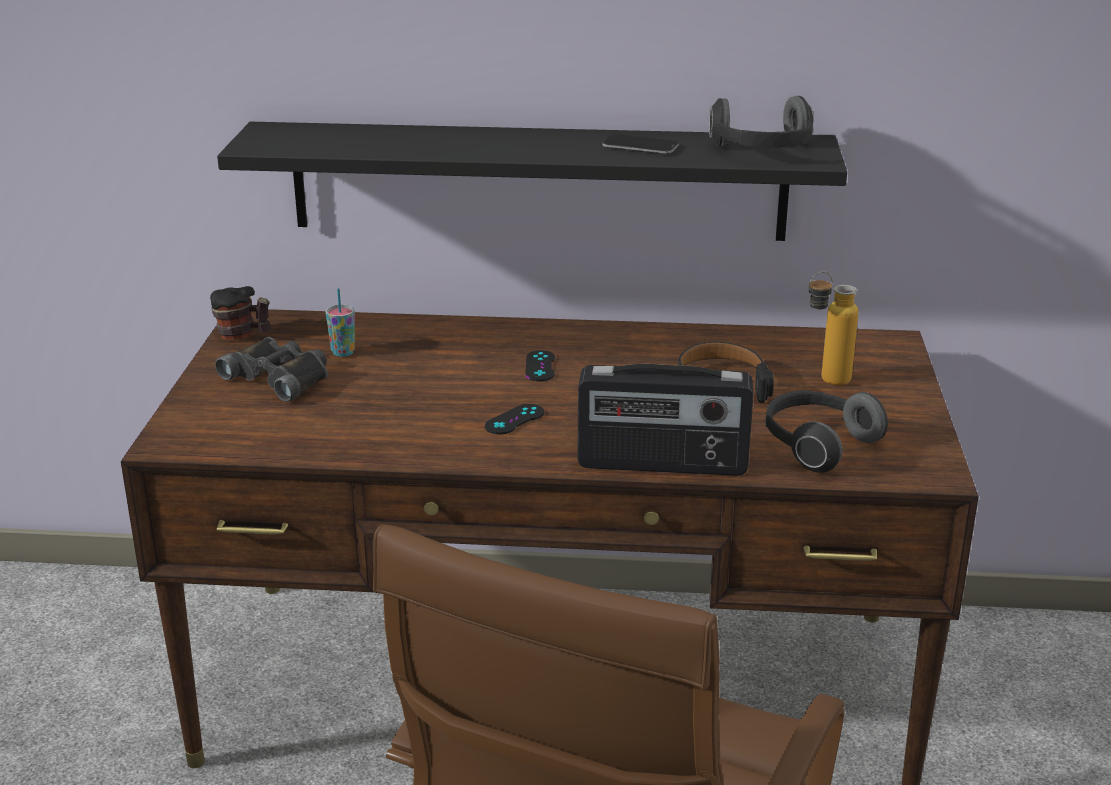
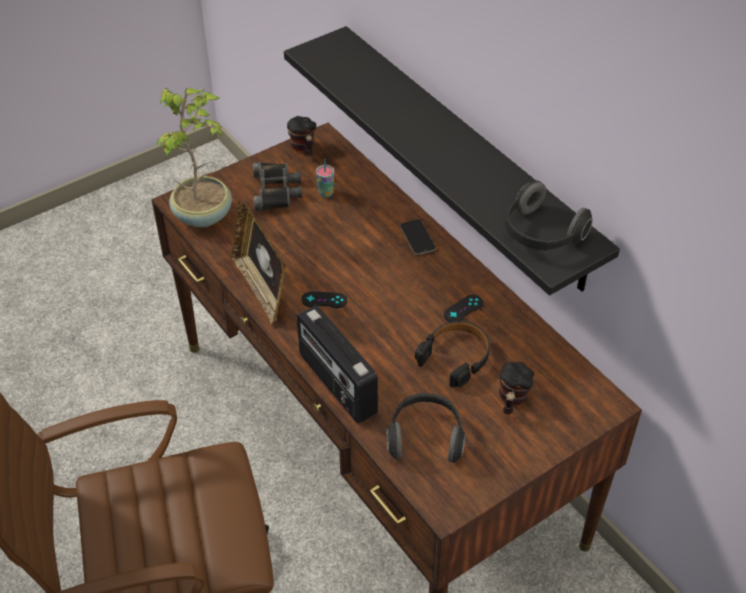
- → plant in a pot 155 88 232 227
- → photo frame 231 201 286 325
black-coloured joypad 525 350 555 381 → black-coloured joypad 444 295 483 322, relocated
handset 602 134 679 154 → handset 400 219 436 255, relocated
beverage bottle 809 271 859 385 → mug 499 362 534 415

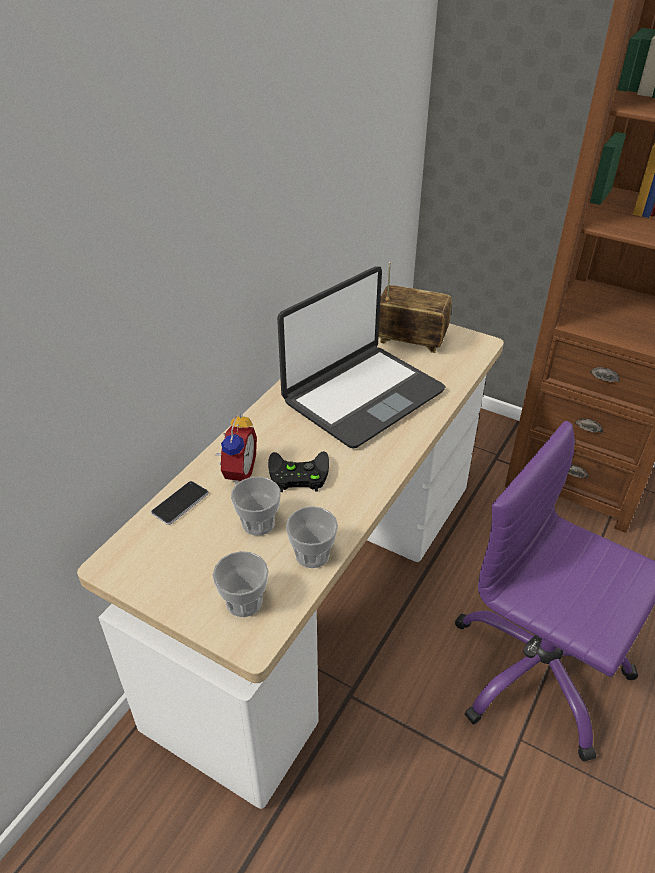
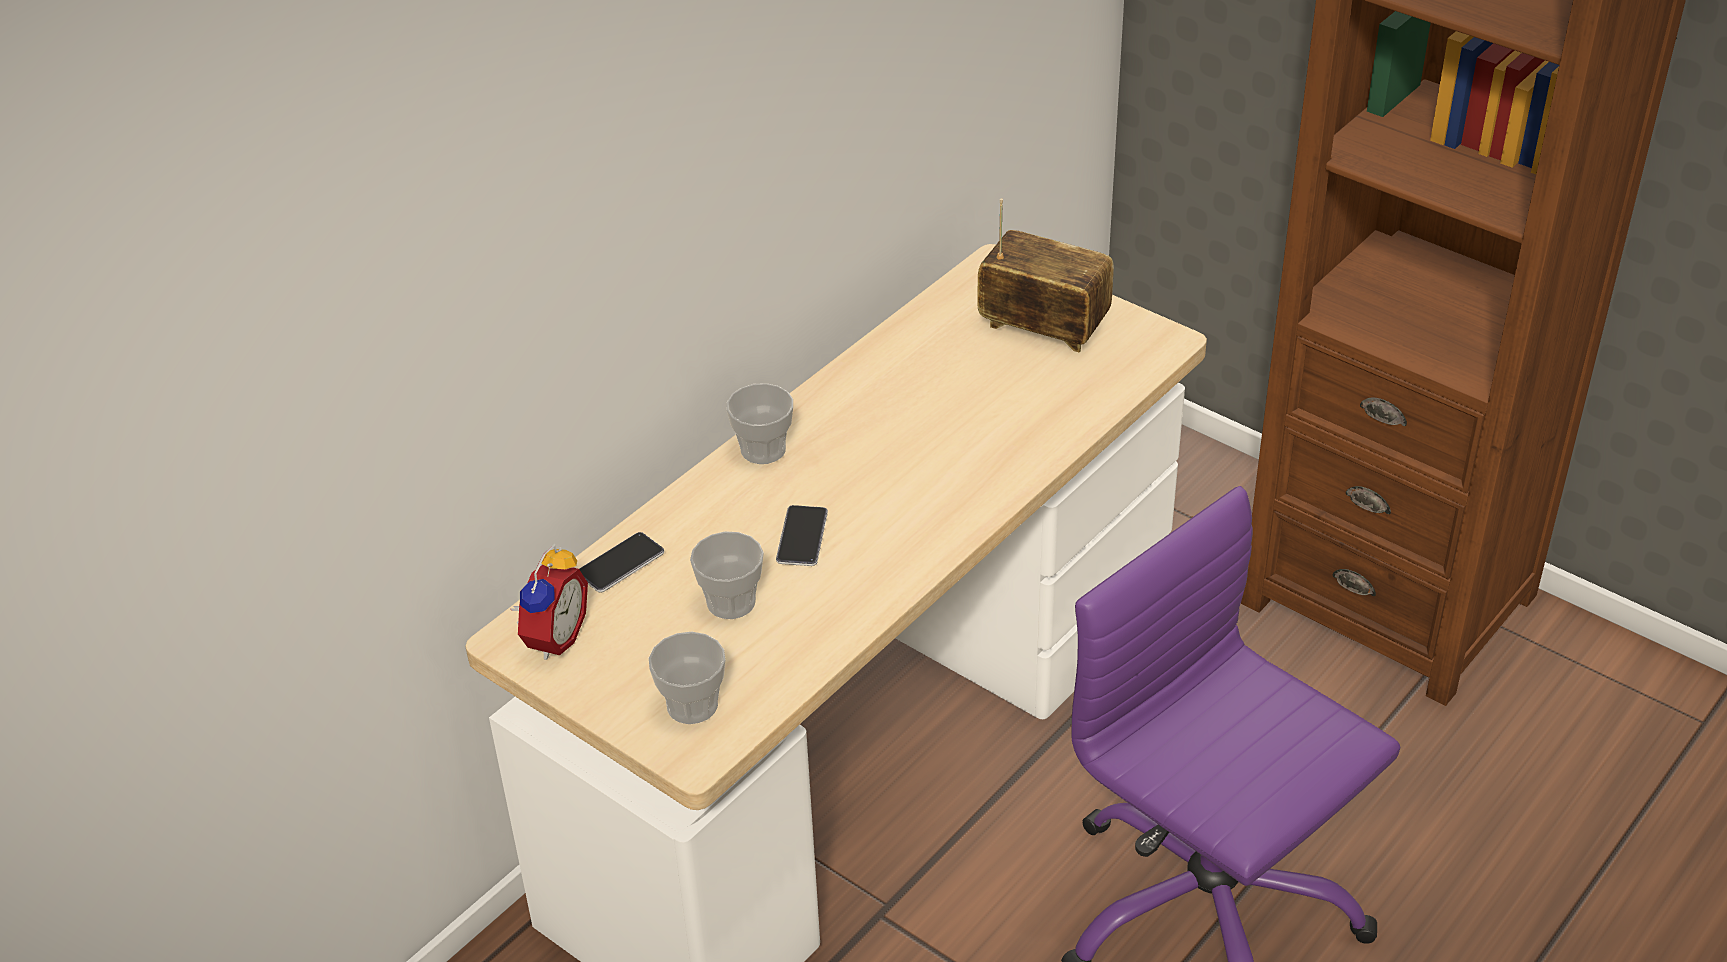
portable computer 277 266 446 449 → -
alarm clock 215 412 257 485 → alarm clock 510 544 588 660, relocated
small cup 286 506 338 568 → small cup 727 383 793 464, relocated
black-coloured joypad 268 451 329 492 → handset 776 505 828 566

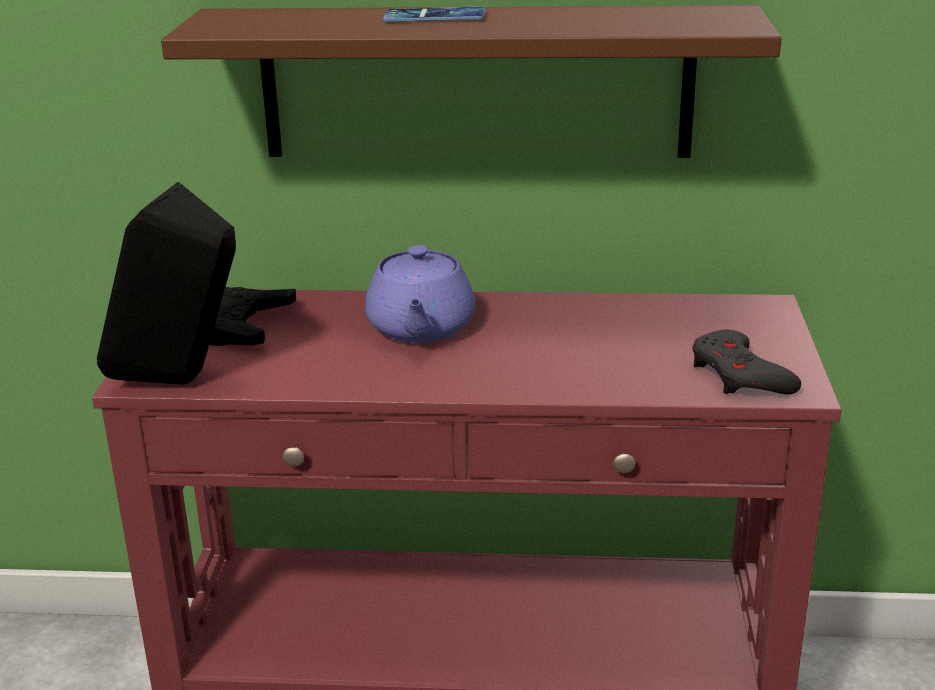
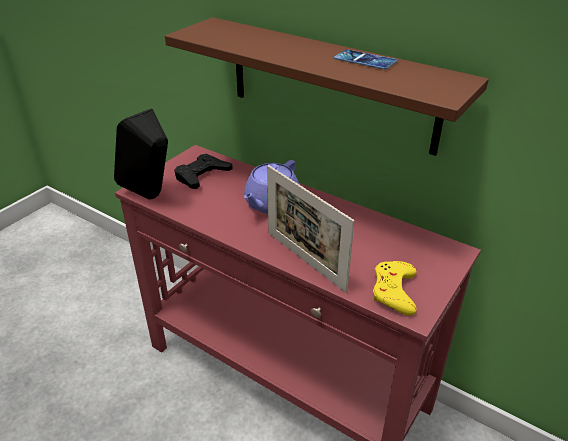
- → photo frame 267 165 354 293
handset 383 7 485 22 → handset 334 49 397 69, relocated
gray joypad 692 330 801 394 → yellowish joypad 373 261 417 316

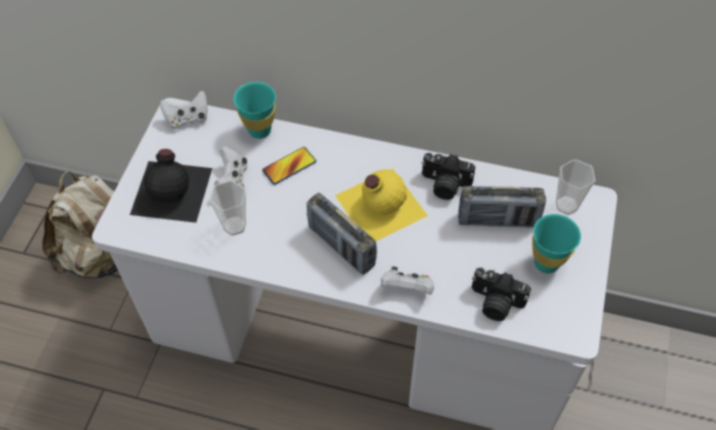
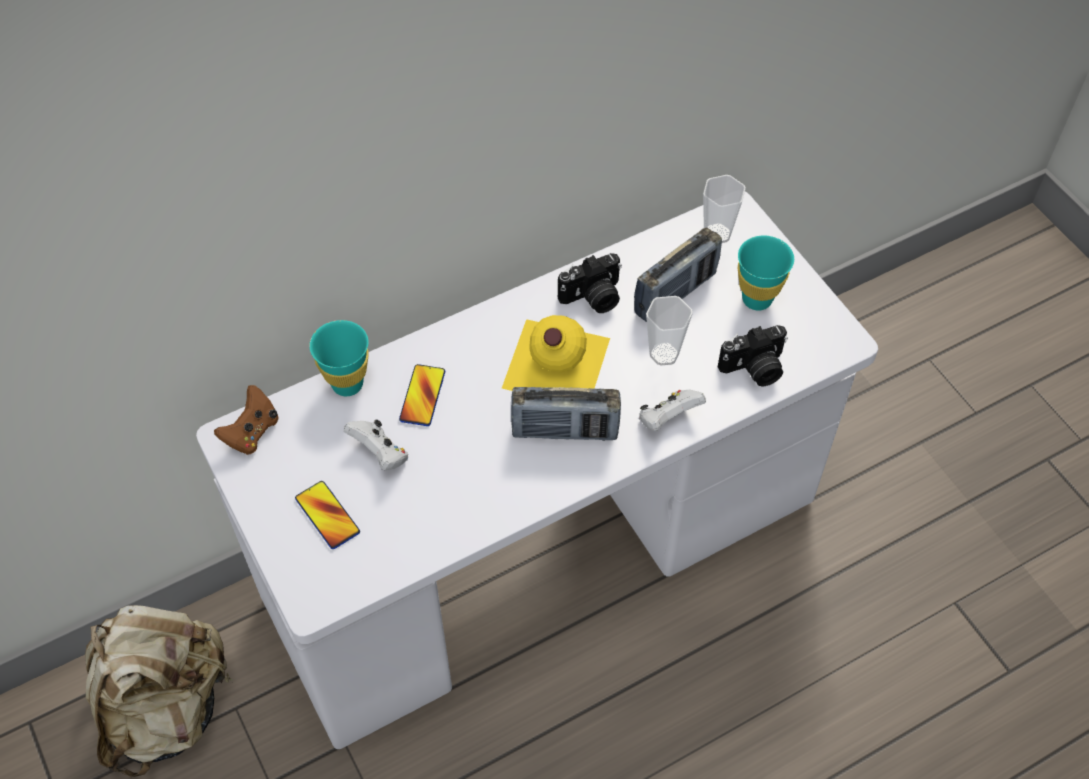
small cup 210 180 246 236 → small cup 646 296 693 366, relocated
black-coloured beverage bottle 130 149 212 223 → handset 295 481 360 549
whitish joypad 160 90 208 129 → brown-coloured joypad 214 385 278 455

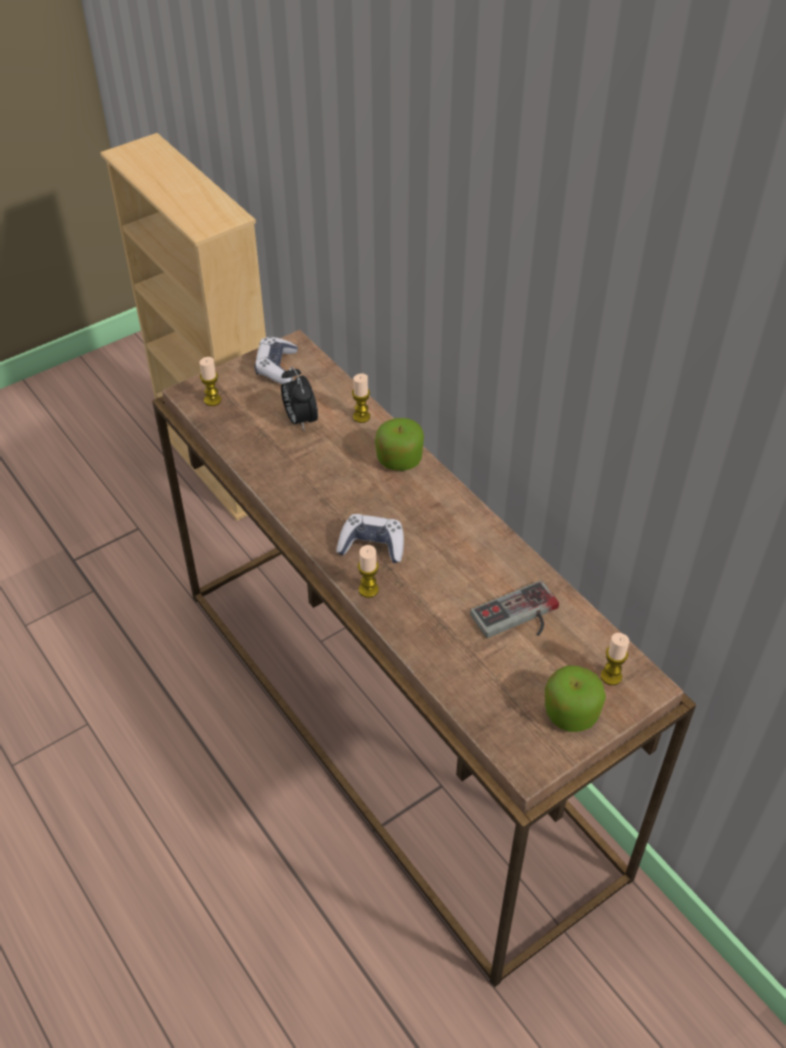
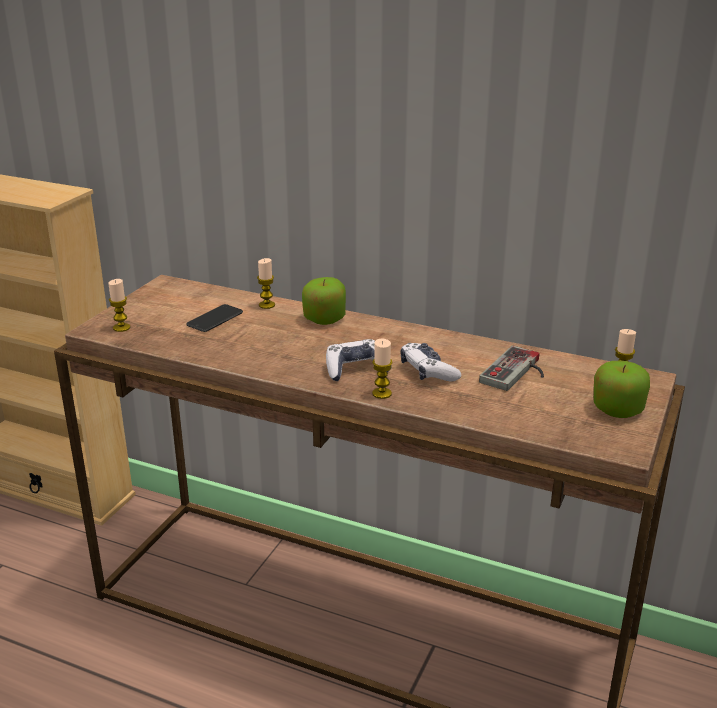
joypad 255 337 298 384 → joypad 400 343 461 382, relocated
alarm clock 281 366 318 431 → handset 186 304 243 332

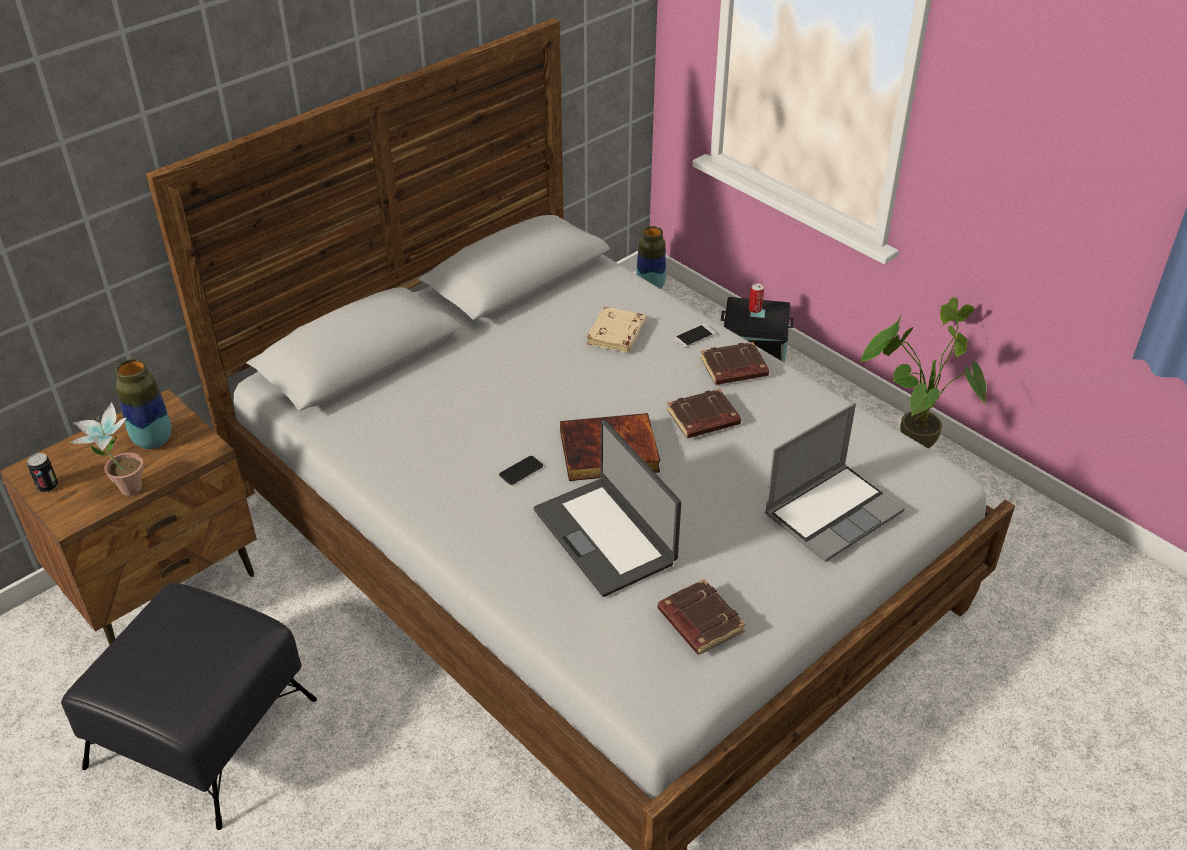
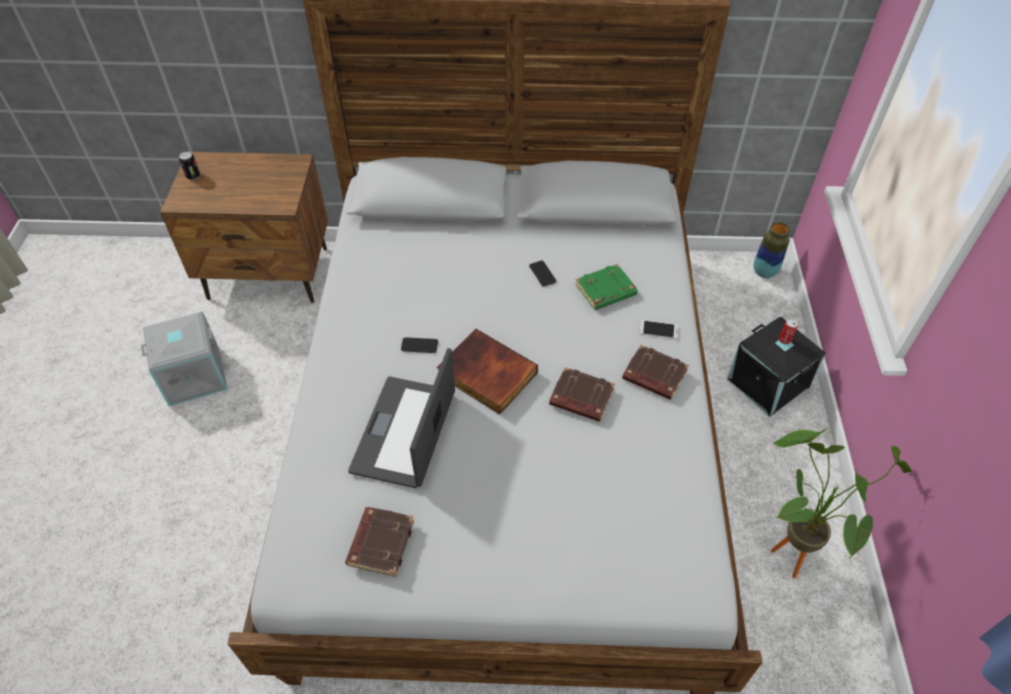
plant in a pot 69 402 143 496 → -
flower vase 116 359 171 449 → -
portable computer 765 403 905 562 → -
- → handset 529 260 556 287
black-coloured pouffe 61 583 317 830 → gray storage container 141 312 228 406
sand-coloured bound book 587 306 646 352 → green-coloured bound book 575 264 638 310

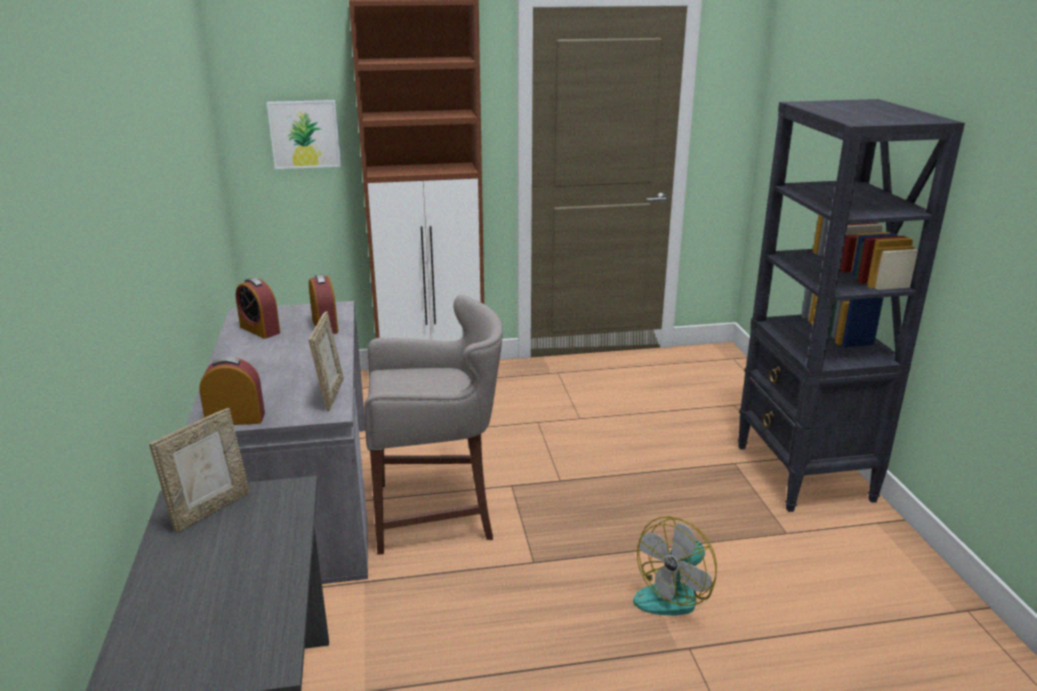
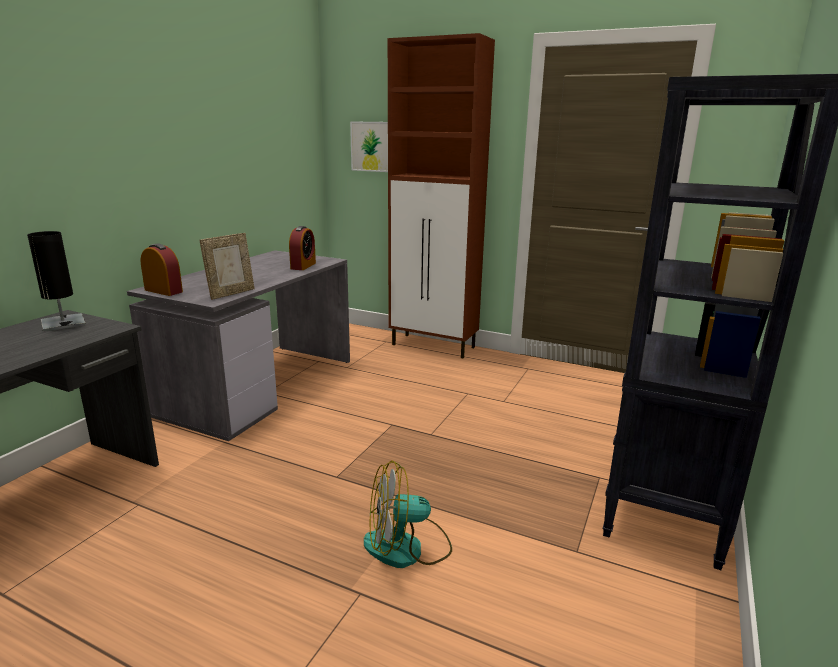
alarm clock 236 278 280 339 → -
gray stool 364 295 503 554 → -
photo frame 149 408 250 533 → black-coloured table lamp 27 231 86 332

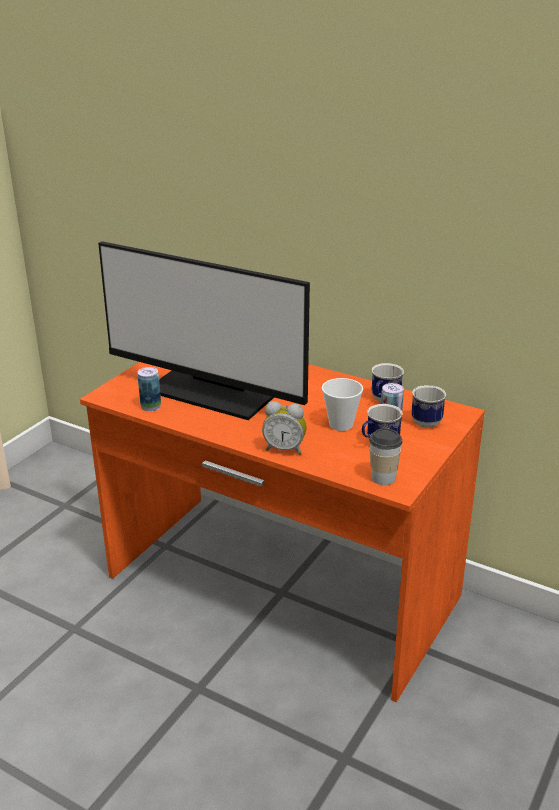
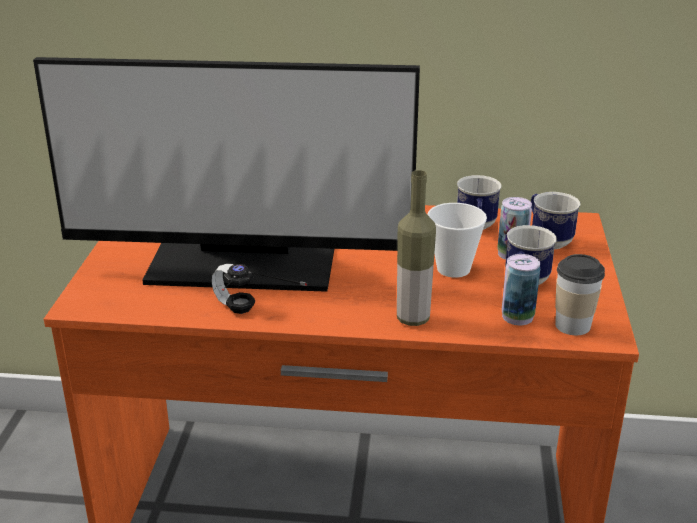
- → headphones 212 264 307 314
sealed can 138 367 161 412 → sealed can 502 254 540 325, relocated
alarm clock 262 401 307 455 → beverage bottle 397 170 436 326

